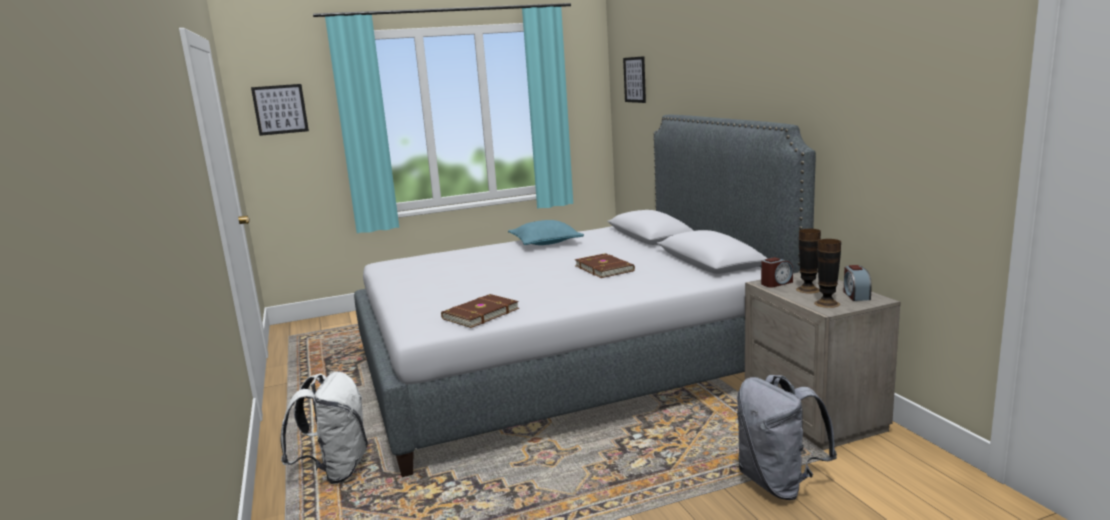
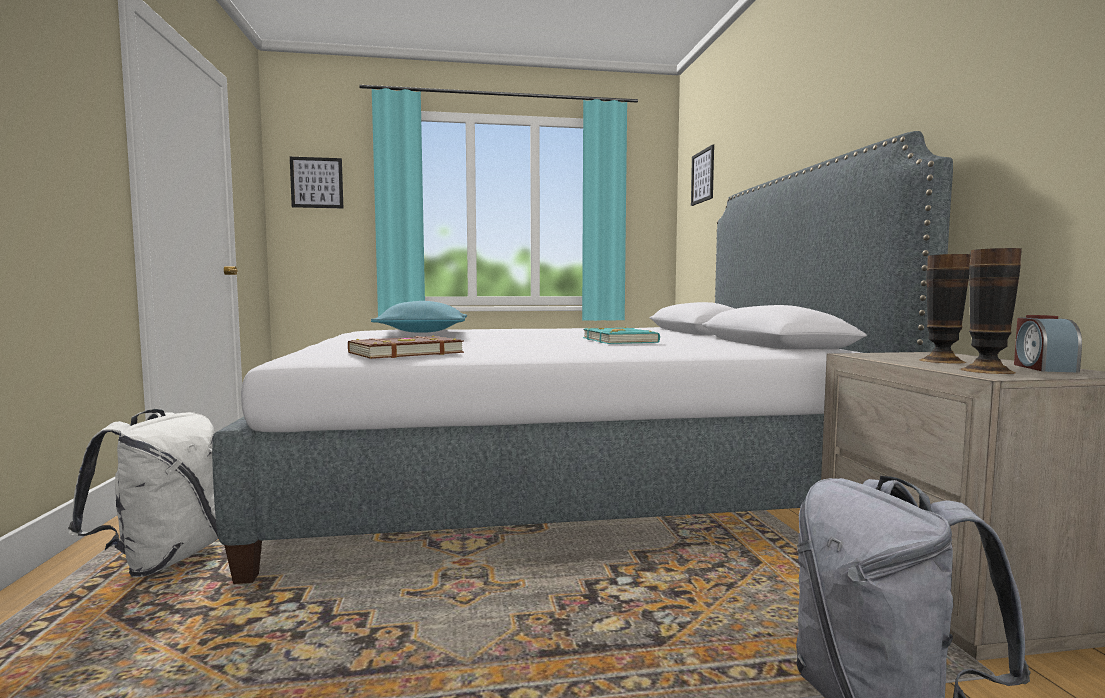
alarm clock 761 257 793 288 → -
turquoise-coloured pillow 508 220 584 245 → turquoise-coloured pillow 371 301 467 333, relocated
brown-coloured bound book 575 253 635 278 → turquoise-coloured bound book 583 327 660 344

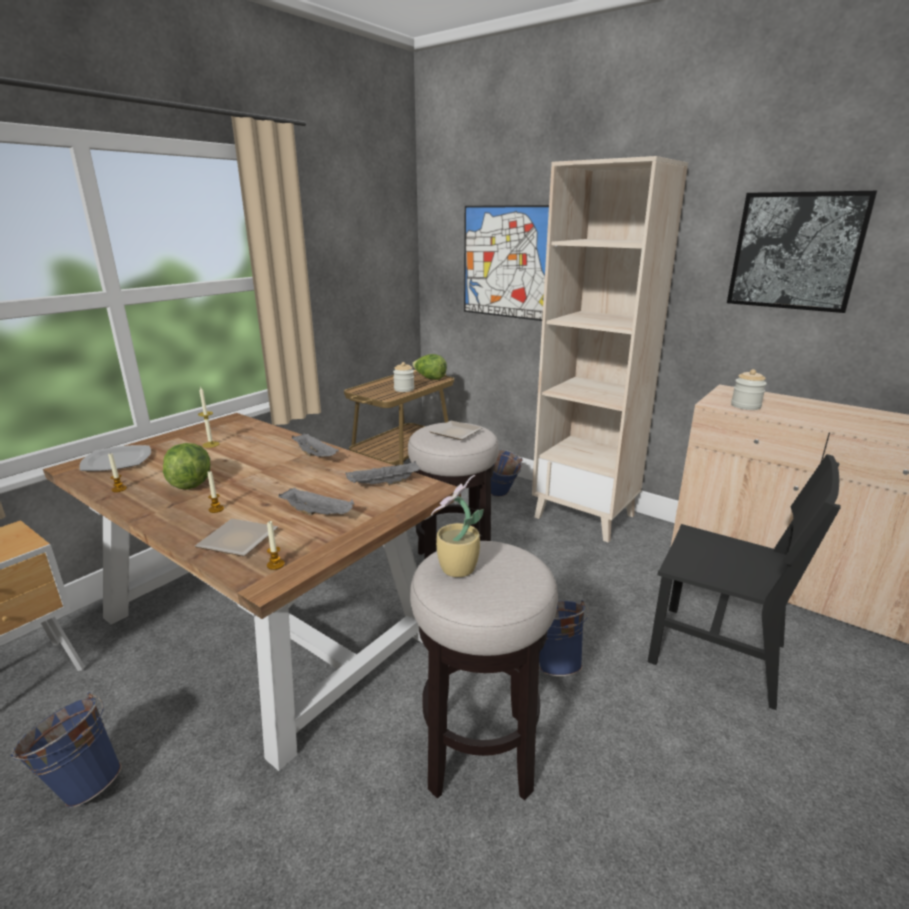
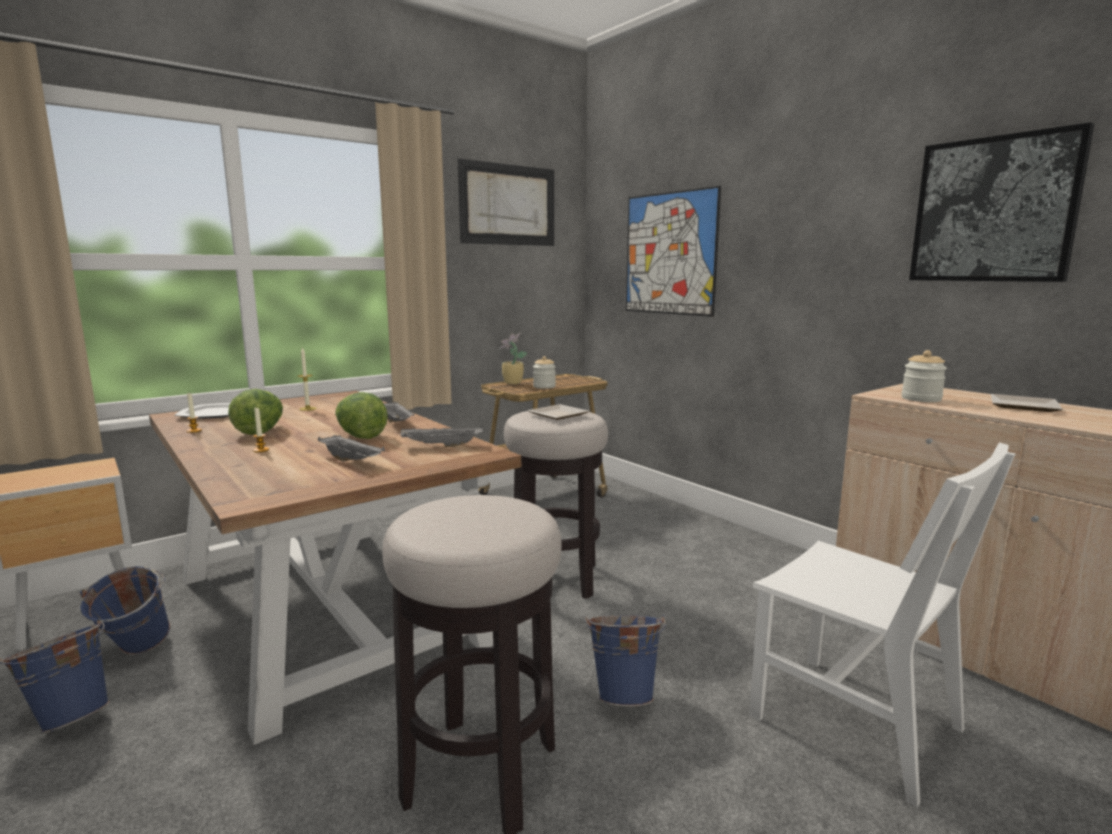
wax light 267 521 285 570 → -
sand-coloured bookshelf 532 156 688 543 → -
- → wall art 458 159 554 246
flat dish 195 519 278 556 → flat dish 991 394 1063 412, relocated
head of lettuce 412 354 447 380 → head of lettuce 335 392 388 439, relocated
plant in a pot 431 475 484 577 → plant in a pot 499 333 527 384, relocated
blue-coloured bucket 491 449 523 497 → blue-coloured bucket 80 566 170 655, relocated
black-coloured upright chair 648 454 840 710 → whitish upright chair 749 442 1016 807

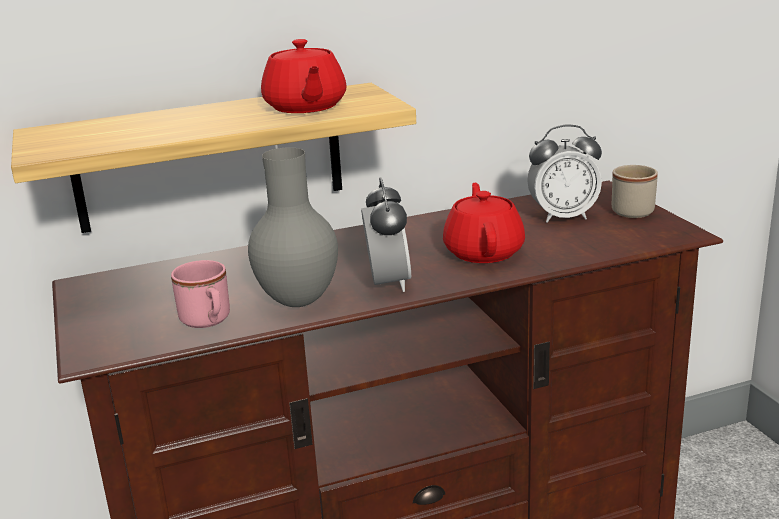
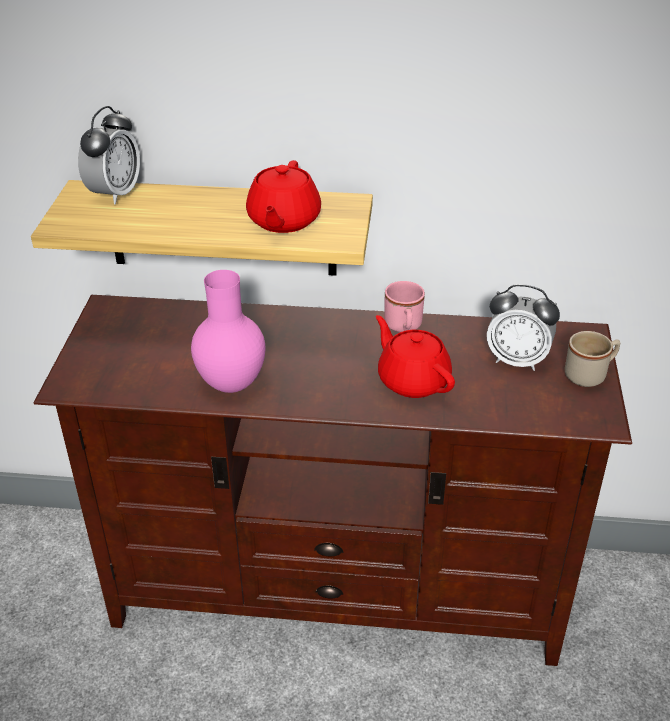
pinkish mug 171 260 230 328 → pinkish mug 384 281 425 332, relocated
alarm clock 361 178 411 292 → alarm clock 78 106 140 205, relocated
gray flower vase 248 147 338 307 → pinkish flower vase 191 270 265 393
red-coloured teapot 443 183 525 263 → red-coloured teapot 376 315 455 398, 60 degrees counterclockwise

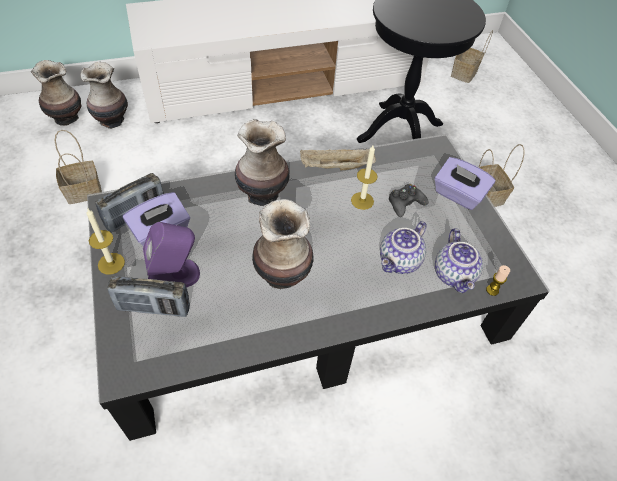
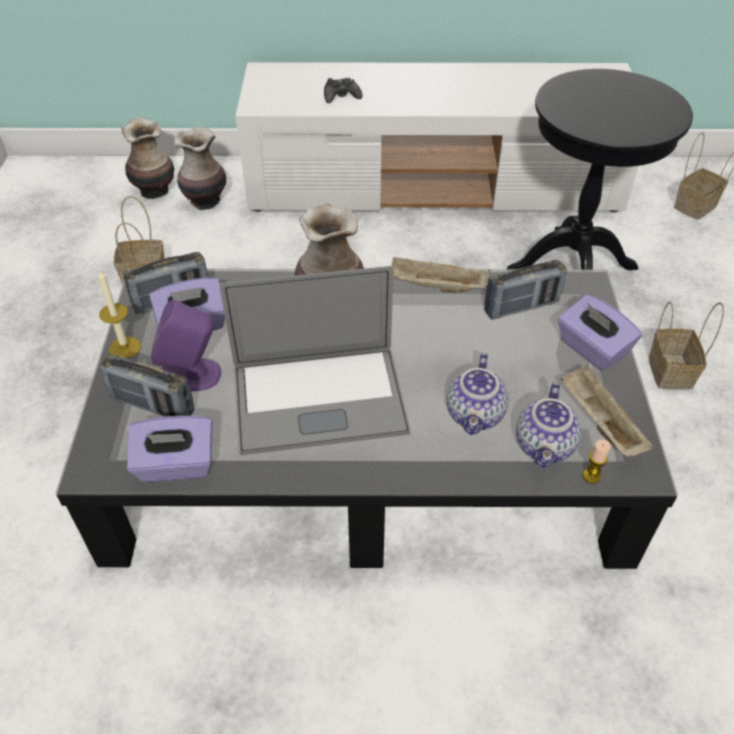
wax light 351 145 378 210 → -
- → purple tissue box 127 416 212 482
- → radio 484 260 567 320
- → sand-coloured carrying tray 560 364 653 457
black-coloured joypad 389 184 429 217 → black-coloured joypad 324 78 362 103, relocated
flower vase 252 199 314 289 → portable computer 220 266 410 455
teapot 380 221 426 274 → teapot 447 353 509 435, 45 degrees counterclockwise

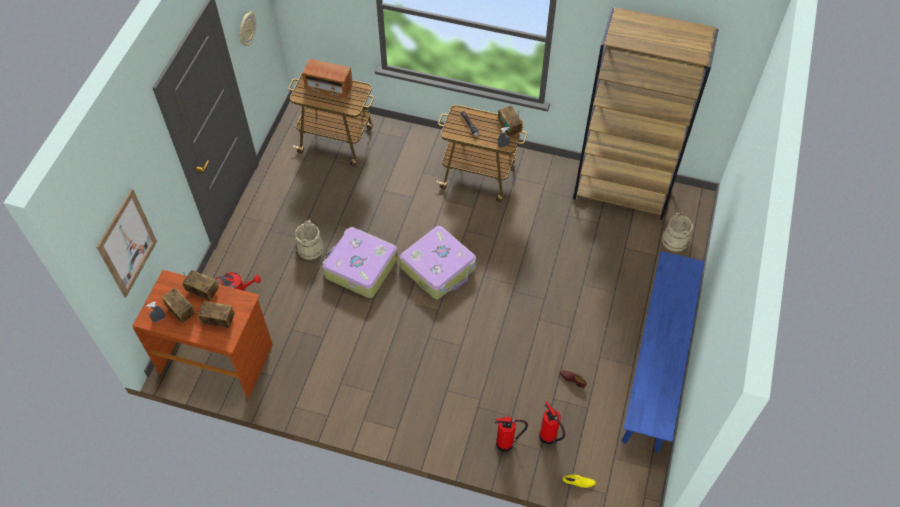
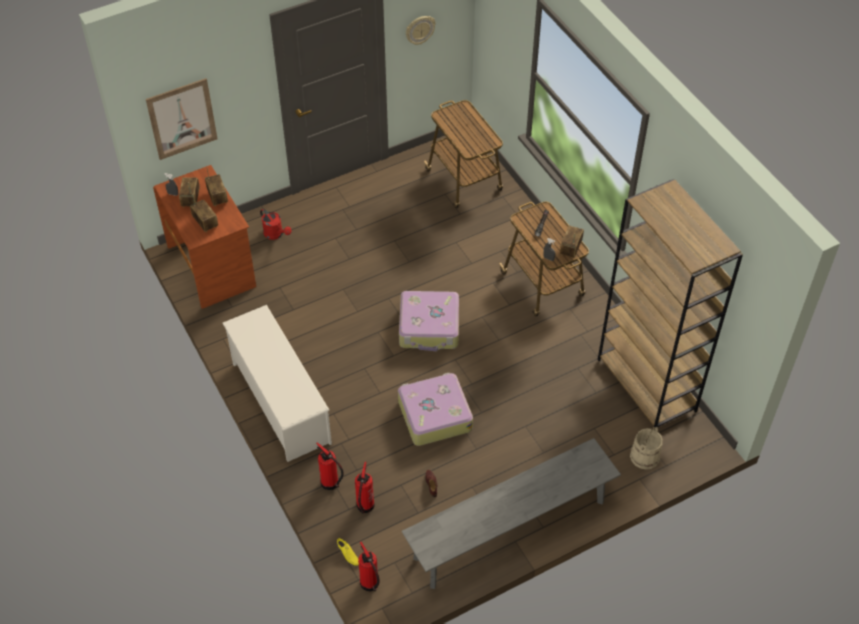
sand-coloured bucket 295 220 324 260 → -
radio 302 58 353 98 → -
- → whitish shoe stand 222 305 332 462
- → fire extinguisher 358 542 380 592
travel case 323 227 398 298 → travel case 398 373 473 446, relocated
blue-coloured bench 622 251 704 453 → gray bench 402 438 621 589

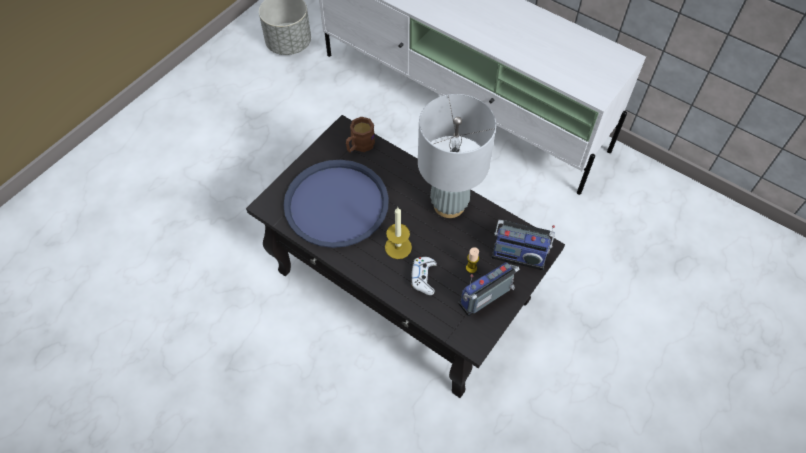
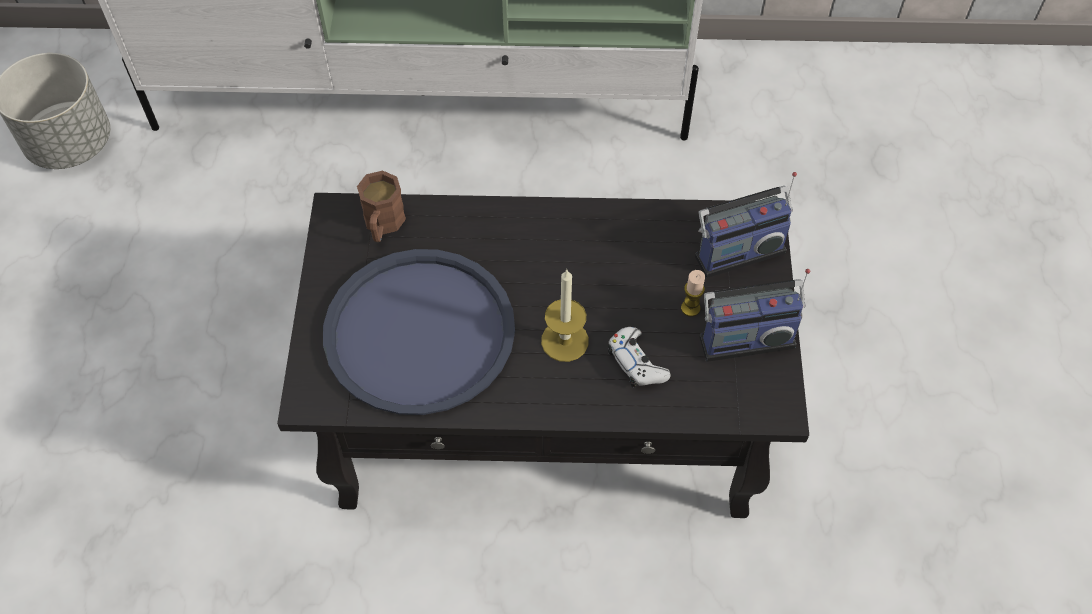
gray table lamp 418 94 496 218 → -
radio 458 262 520 316 → radio 700 269 810 362, 120 degrees counterclockwise

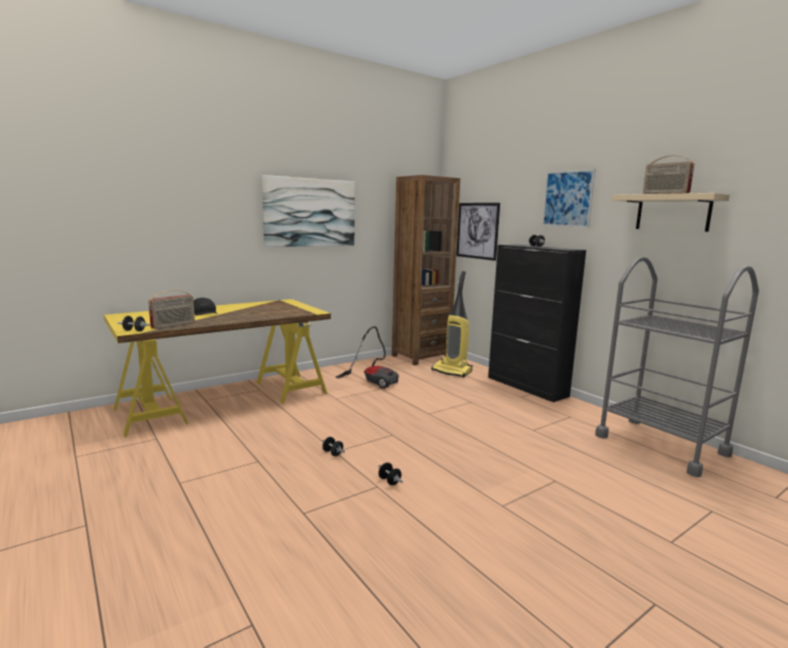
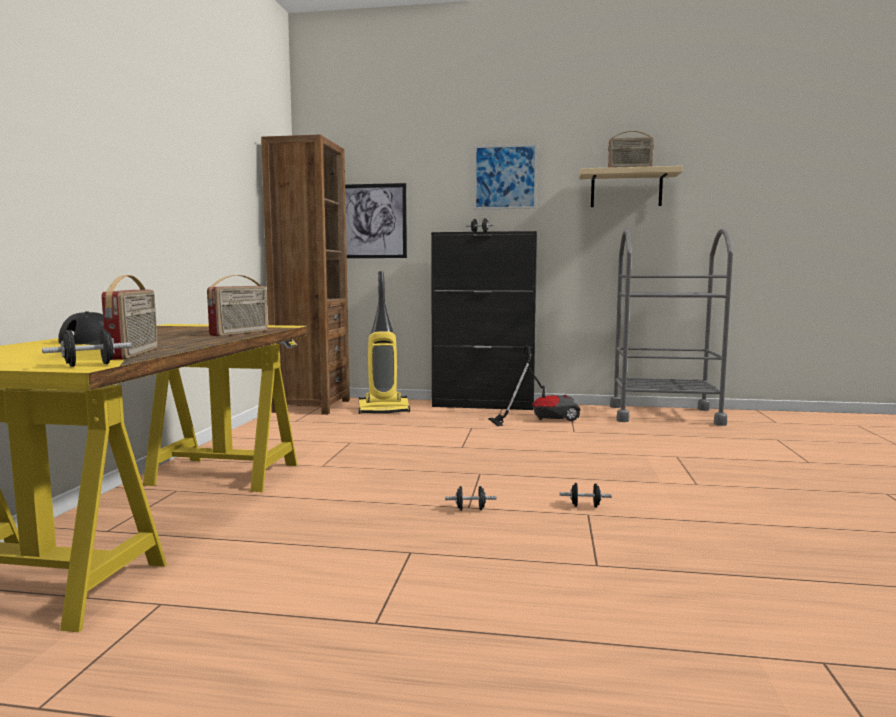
wall art 262 175 355 247 → -
- → radio 207 275 268 336
vacuum cleaner 335 326 399 389 → vacuum cleaner 488 345 580 426, relocated

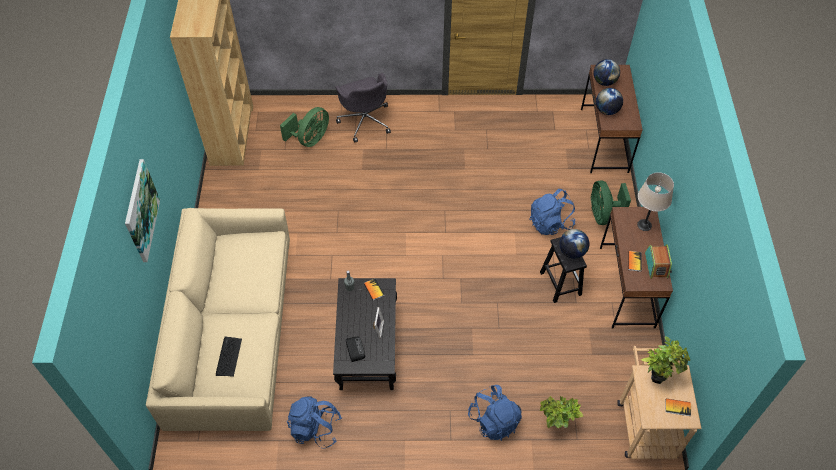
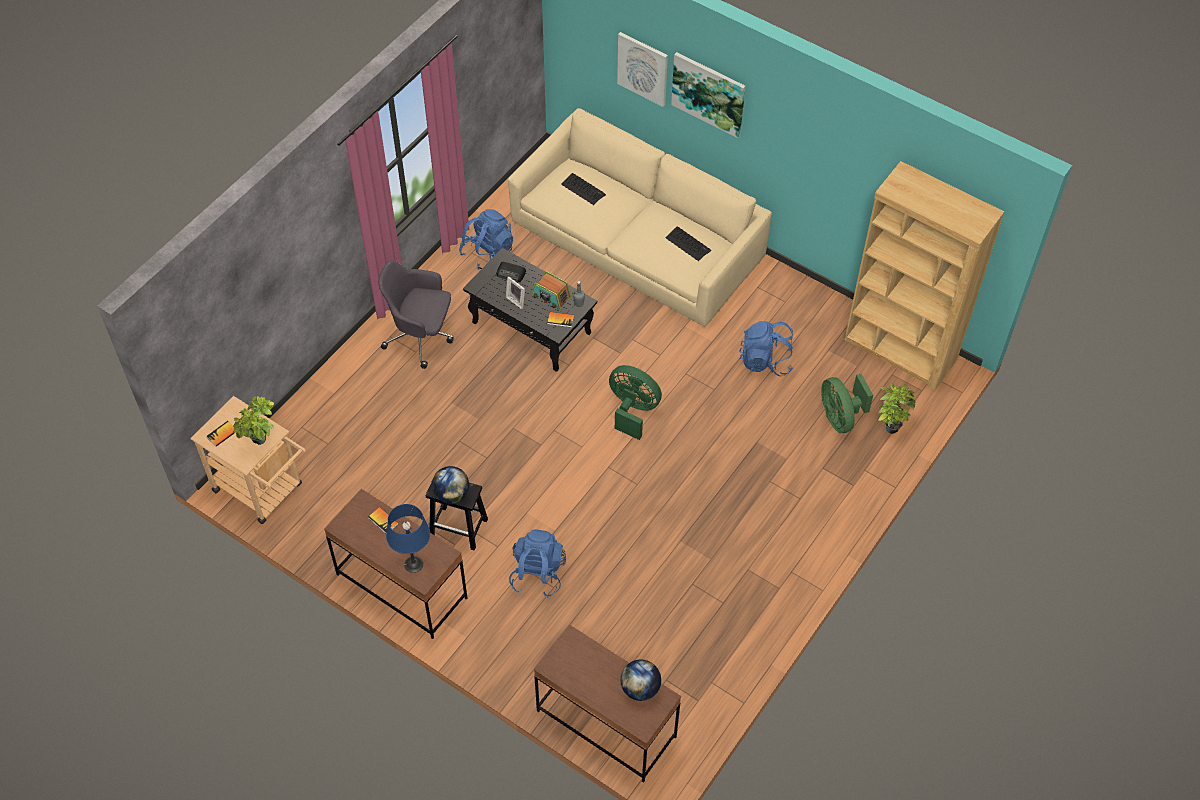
world globe 596 88 623 115 → -
- → wall art 617 32 668 107
- → computer keyboard 665 227 711 261
gray desk chair 335 73 391 143 → gray desk chair 379 260 454 369, relocated
blue-coloured knapsack 468 385 522 441 → blue-coloured knapsack 739 321 794 376, relocated
plant in a pot 540 396 583 428 → plant in a pot 878 384 916 434, relocated
green-coloured cooling fan 591 180 631 225 → green-coloured cooling fan 609 365 662 440, relocated
radio 645 244 672 279 → radio 532 271 572 310, relocated
sand-coloured table lamp 637 173 674 231 → blue-coloured table lamp 386 504 430 573

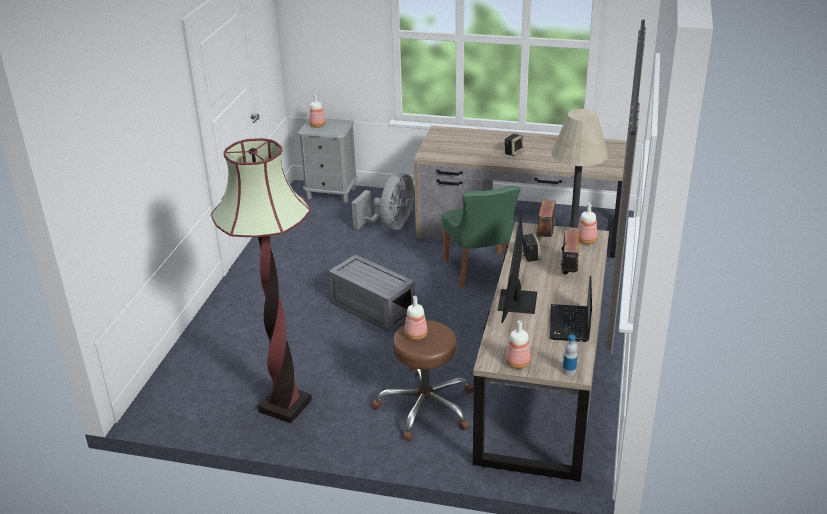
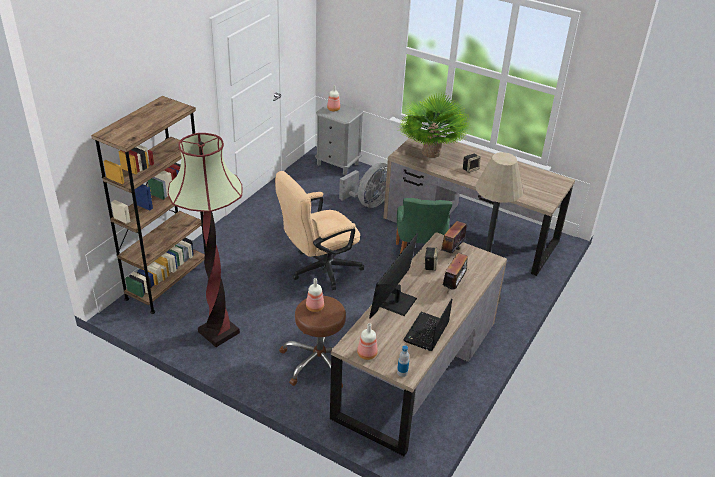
beverage bottle 577 203 598 244 → -
- → brown-coloured bookshelf 91 96 206 314
- → plant in a pot 398 93 469 158
gray storage container 328 254 415 332 → sand-coloured desk chair 275 171 364 290

